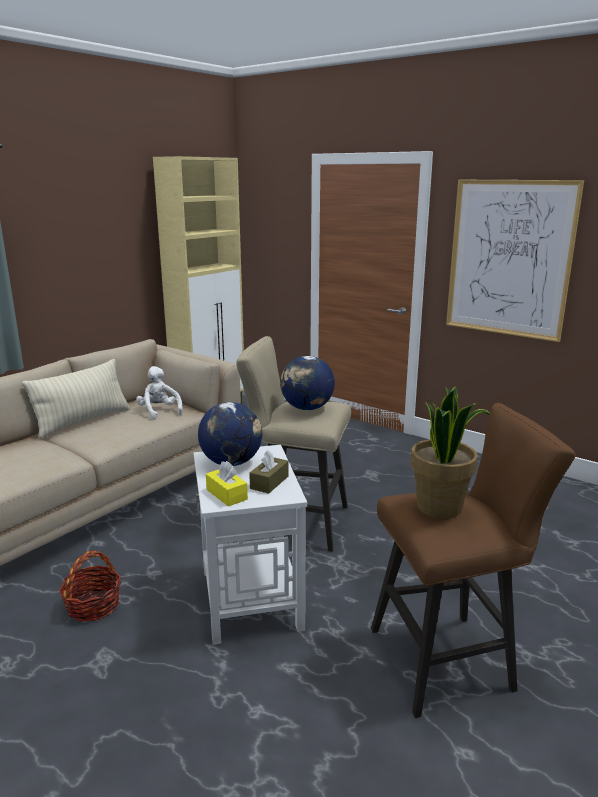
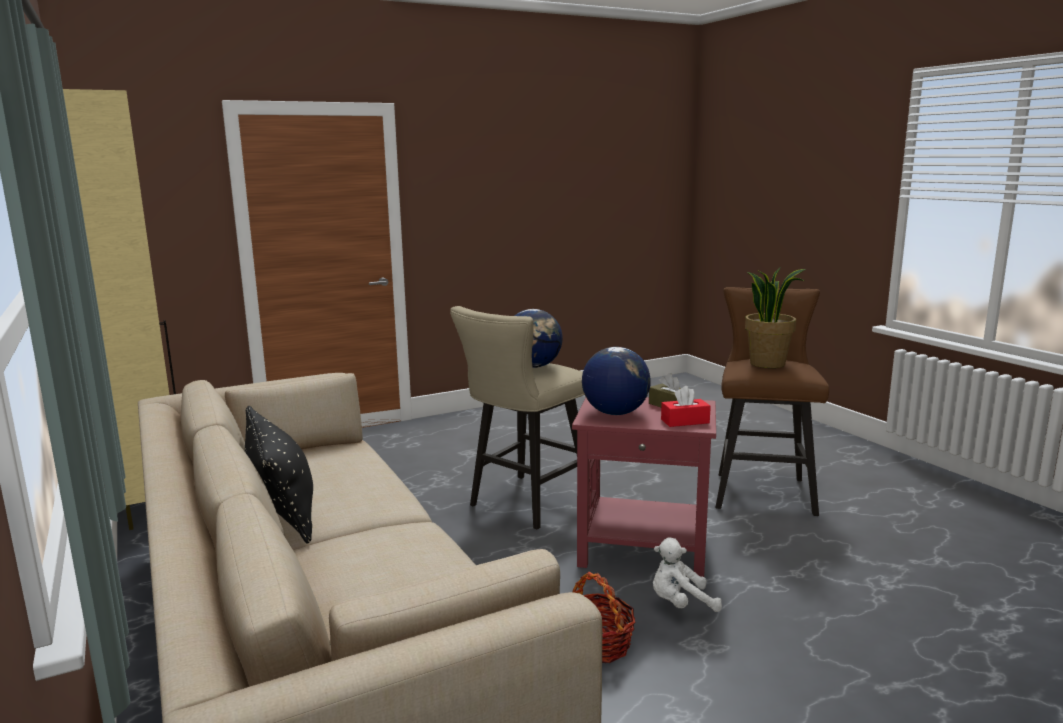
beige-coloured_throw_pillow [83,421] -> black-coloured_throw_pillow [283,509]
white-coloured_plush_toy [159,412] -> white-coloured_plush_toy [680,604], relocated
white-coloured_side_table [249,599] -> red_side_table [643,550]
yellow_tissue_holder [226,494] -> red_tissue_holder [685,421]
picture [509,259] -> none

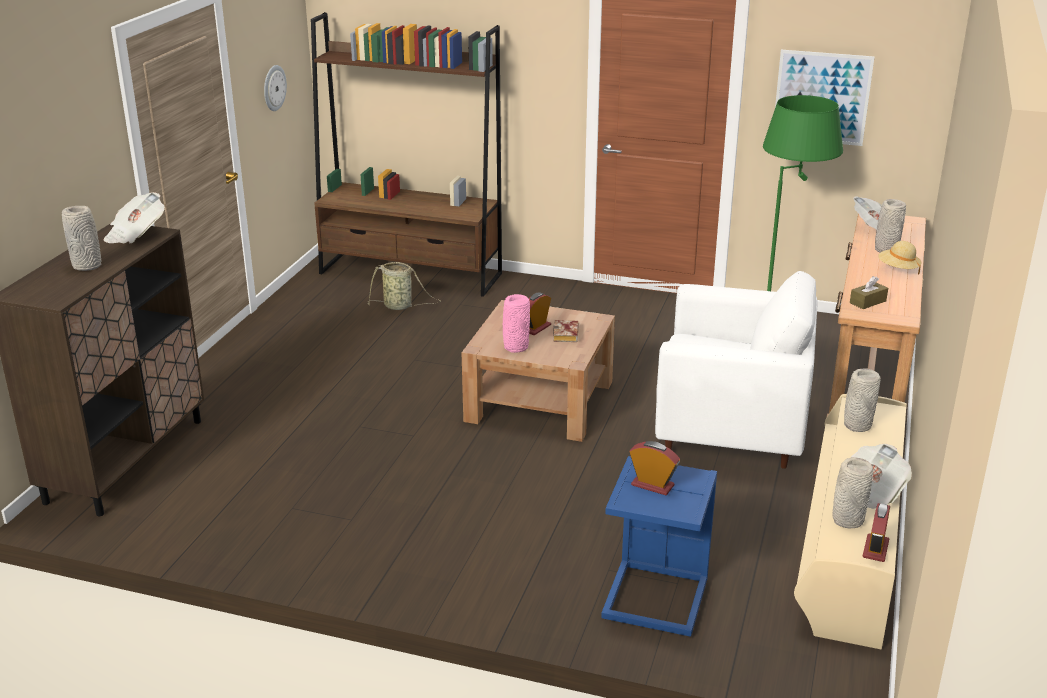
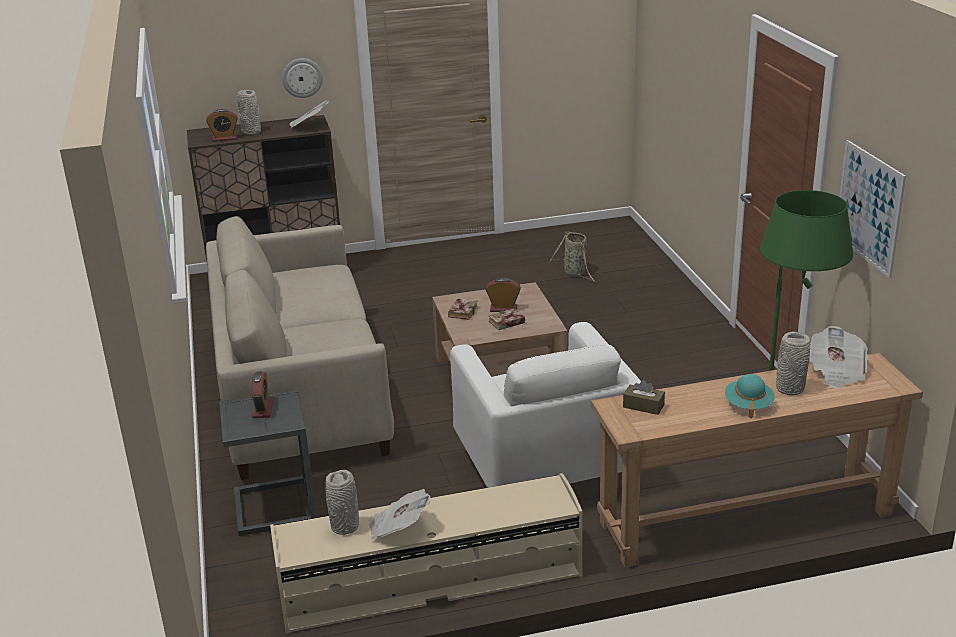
wall_clock [273,88] -> wall_clock [302,77], relocated
brown_shelving_unit [411,274] -> none
pinkish_decorative_vase [515,347] -> book [462,311]
bluish_side_table [653,600] -> gray_side_table [273,507]
gray_decorative_vase [856,425] -> none
alarm_clock [875,549] -> alarm_clock [224,138], relocated
beige-coloured_wearable_hat [898,269] -> turquoise_wearable_hat [748,405]
none -> beige-coloured_couch [300,392]

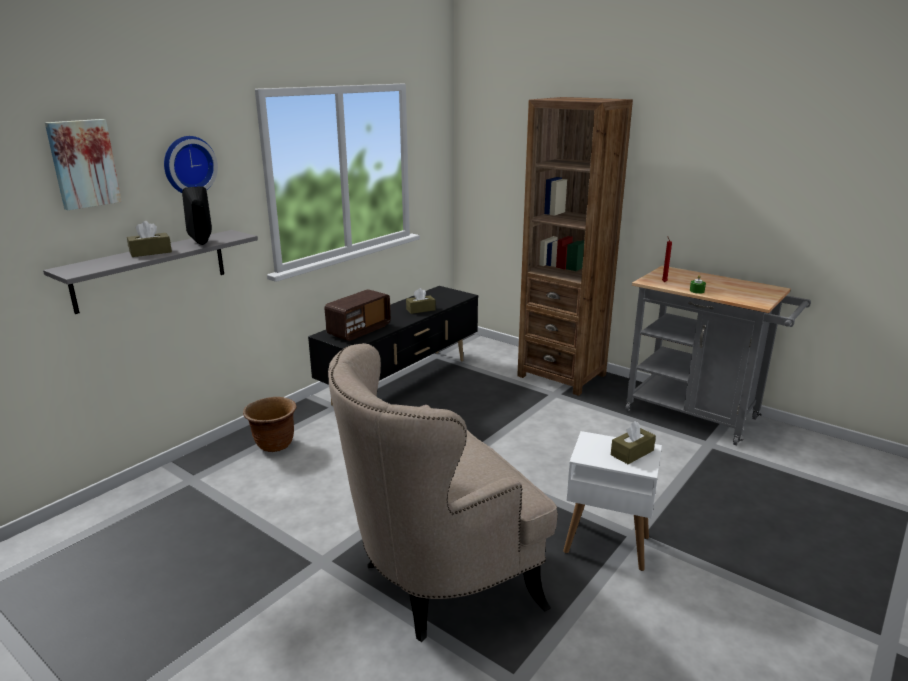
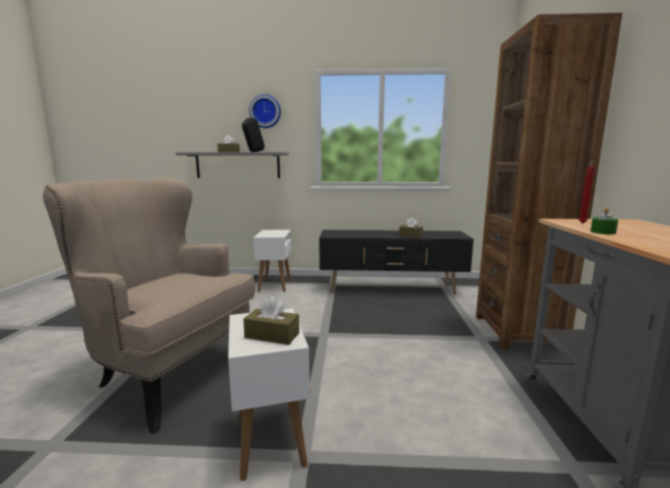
picture [83,163] -> none
brown_plant_pot [274,445] -> white-coloured_side_table [274,285]
radio_set [359,330] -> none

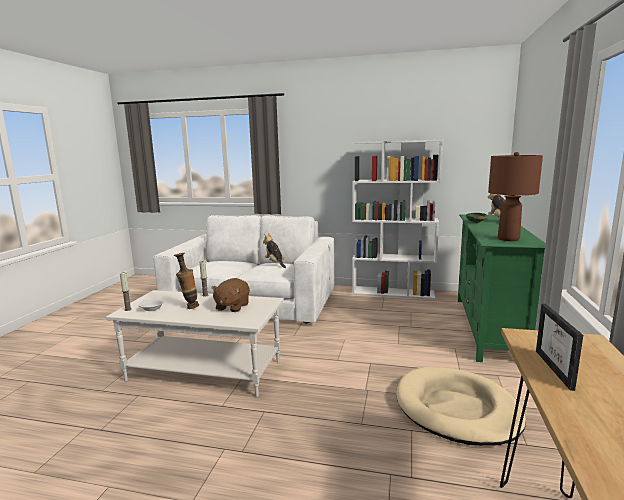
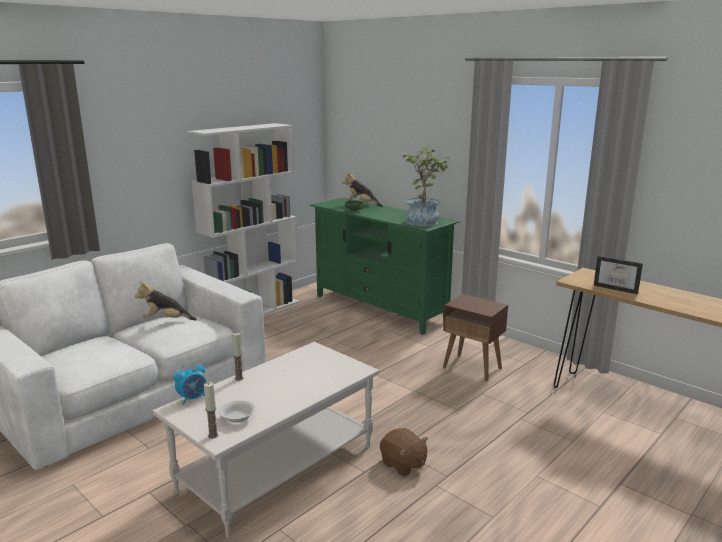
decorative_vase [189,307] -> none
brown_plush_toy [232,307] -> brown_plush_toy [403,464], relocated
beige-coloured_pet_bed [456,409] -> brown_side_table [472,367]
brown_tabletop_lamp [509,239] -> potted_plant [423,221]
none -> alarm_clock [193,398]

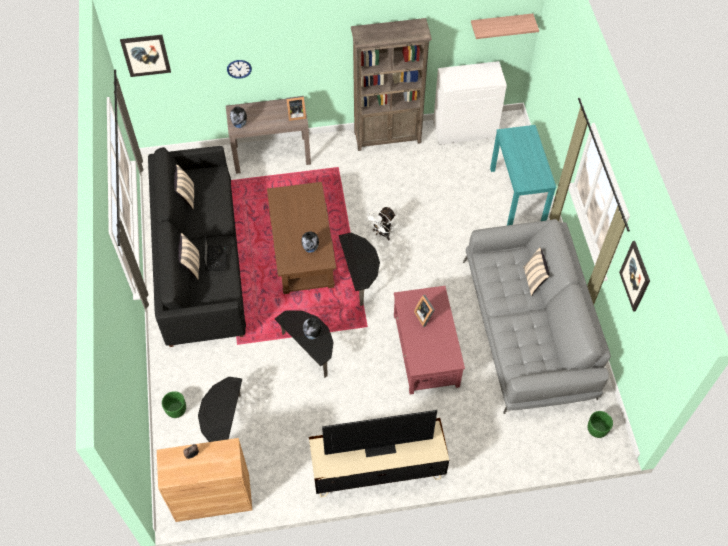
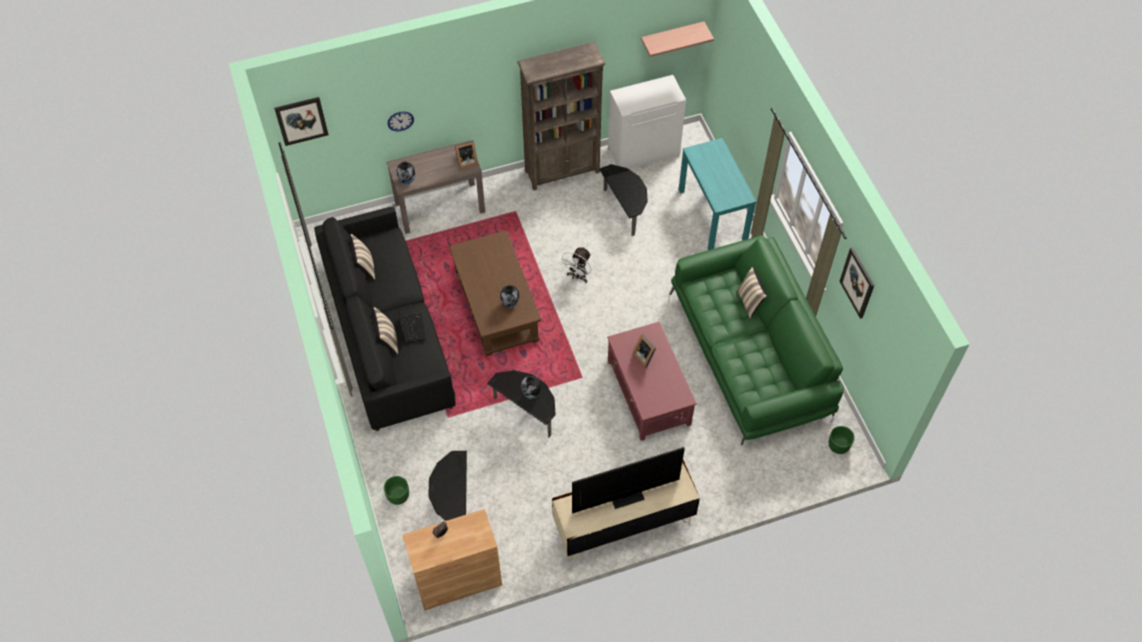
side_table [360,278] -> side_table [625,210], relocated
gray_couch [528,329] -> green-coloured_couch [750,354]

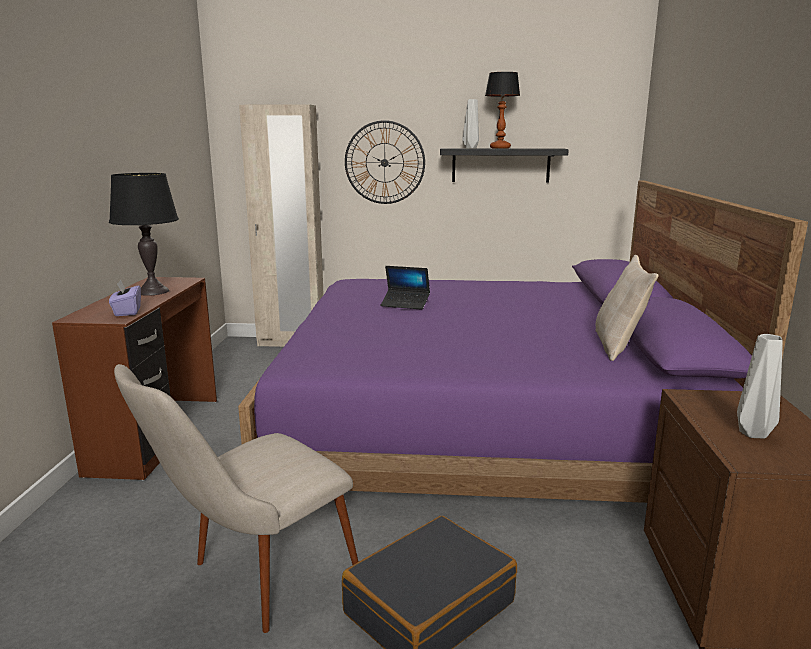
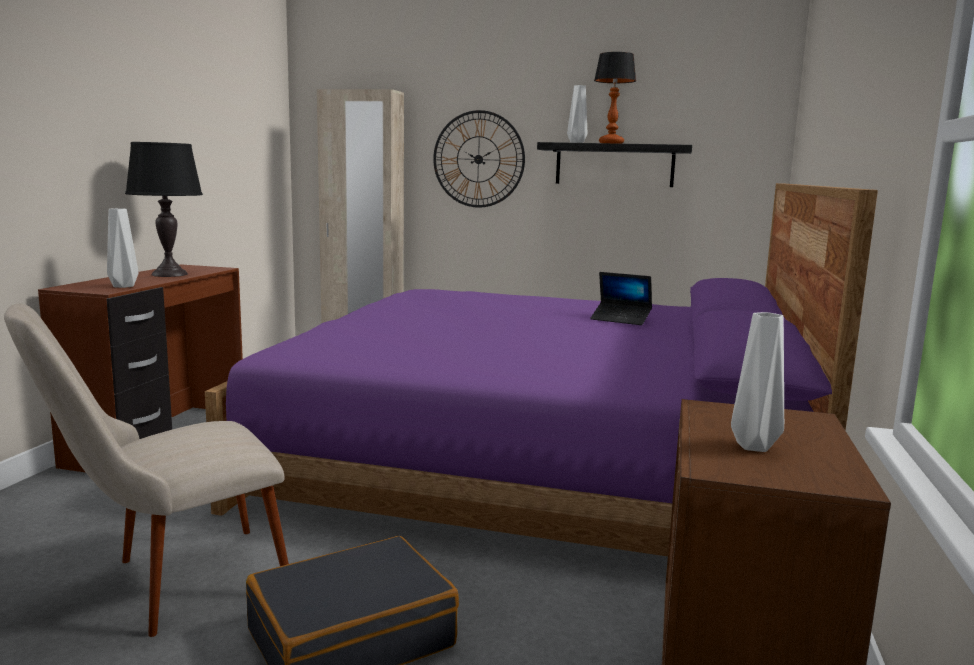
purple-coloured_tissue_holder [127,311] -> gray_decorative_vase [122,286]
portable_computer [405,304] -> portable_computer [621,319], relocated
beige-coloured_throw_pillow [618,346] -> none

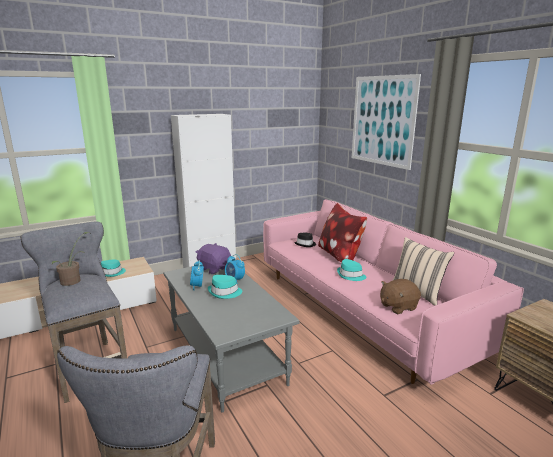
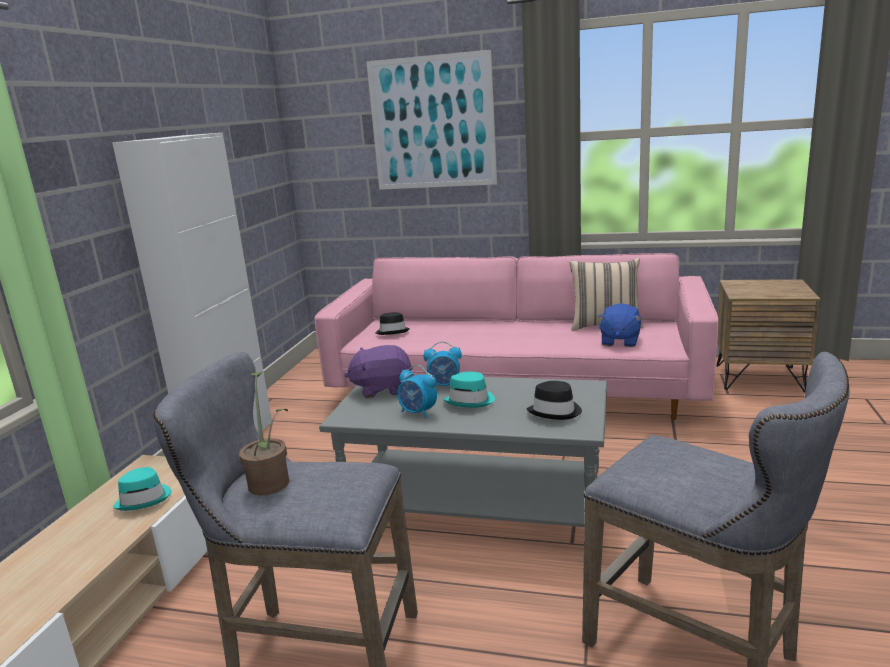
throw_pillow [340,255] -> none
turquoise_wearable_hat [351,275] -> none
brown_plush_toy [398,306] -> bluish_plush_toy [619,341]
none -> black-coloured_wearable_hat [555,411]

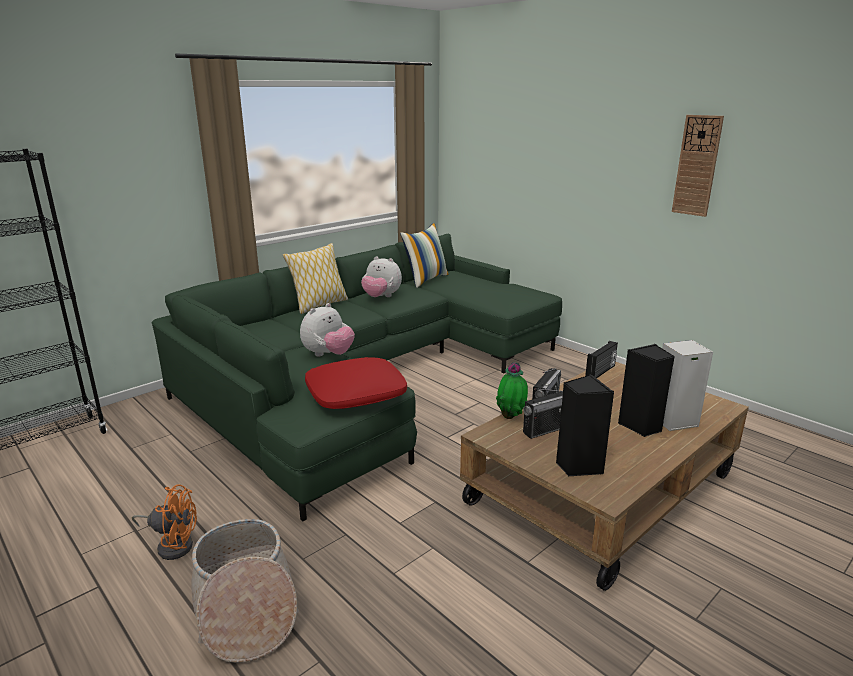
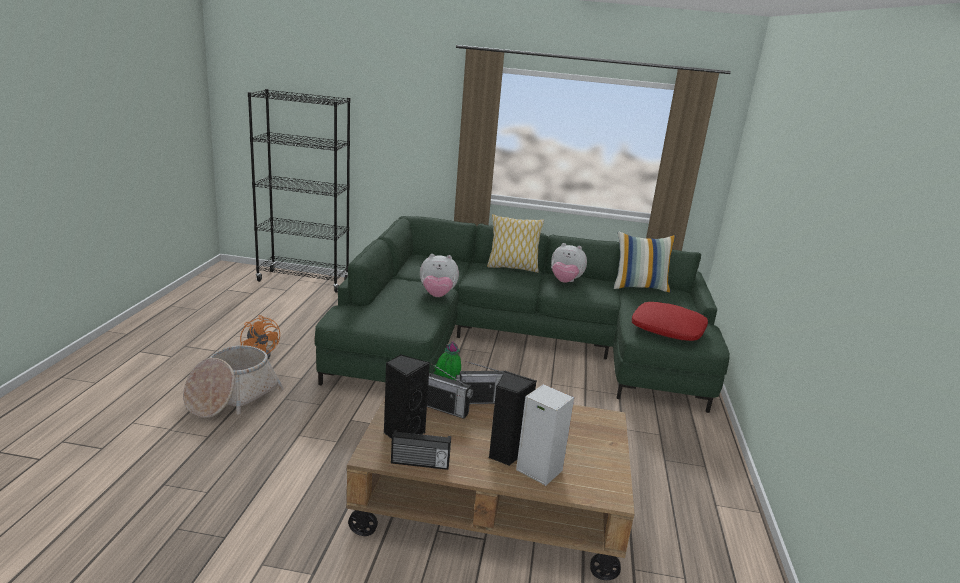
red_throw_pillow [356,393] -> red_throw_pillow [668,329], relocated
plush_toy [381,297] -> plush_toy [565,282], 60 degrees counterclockwise
radio_set [601,372] -> radio_set [420,463], relocated
wall_clock [697,166] -> none

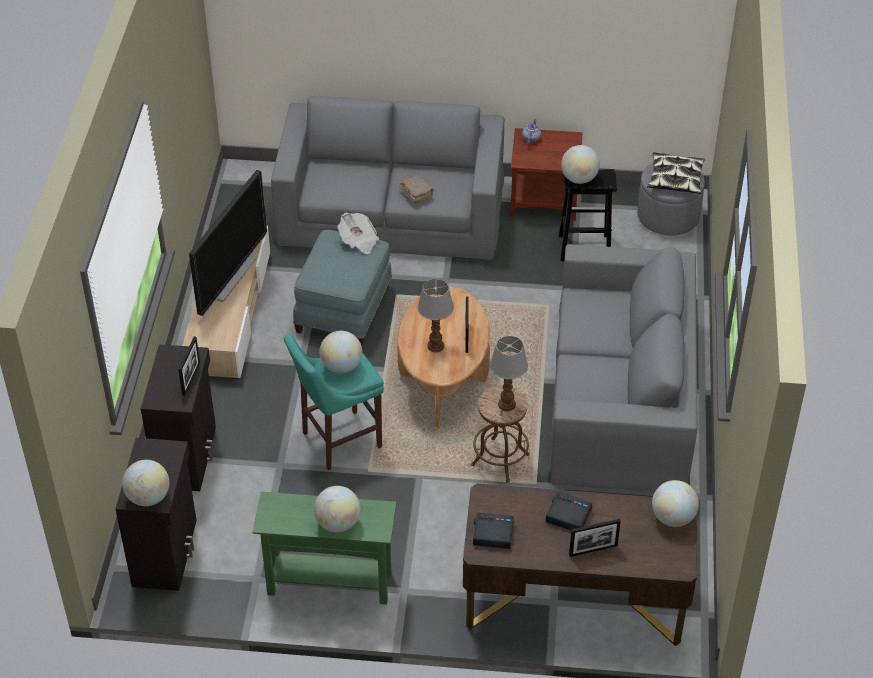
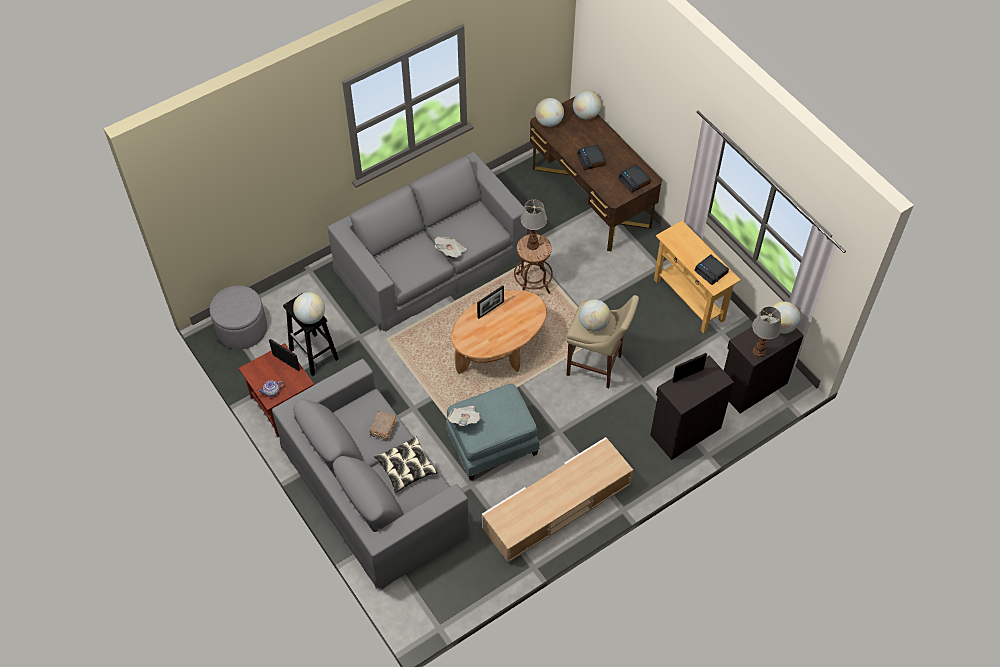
TV_set [230,277] -> none
green-coloured_console_table [329,583] -> beige-coloured_console_table [688,300]
turquoise_stool_seat [337,441] -> beige-coloured_stool_seat [597,366]
desk_globe [338,523] -> desk_globe [586,114], relocated
tabletop_lamp [435,346] -> tabletop_lamp [759,351], relocated
photo_frame [593,550] -> photo_frame [286,362], relocated
throw_pillow [675,179] -> throw_pillow [406,468], relocated
none -> newspaper [450,252]
none -> alarm_clock [711,272]

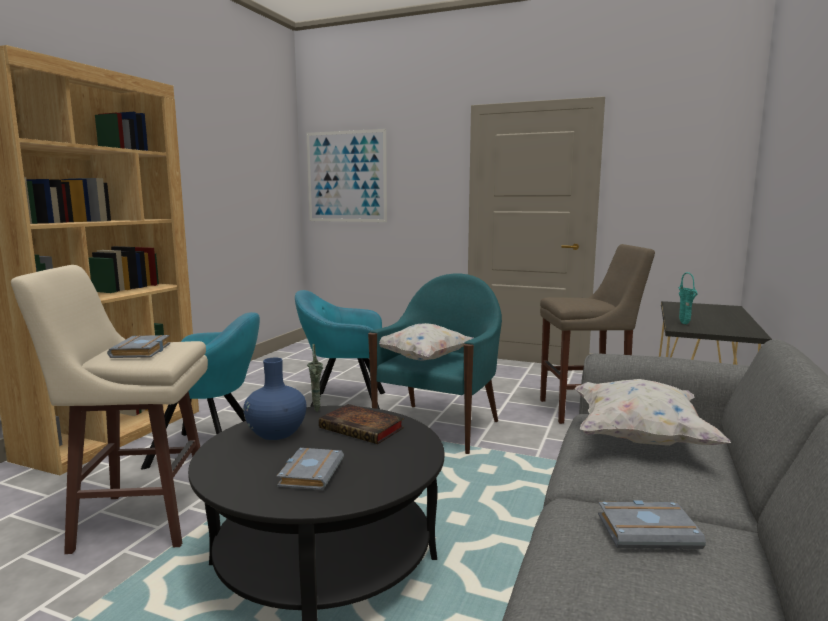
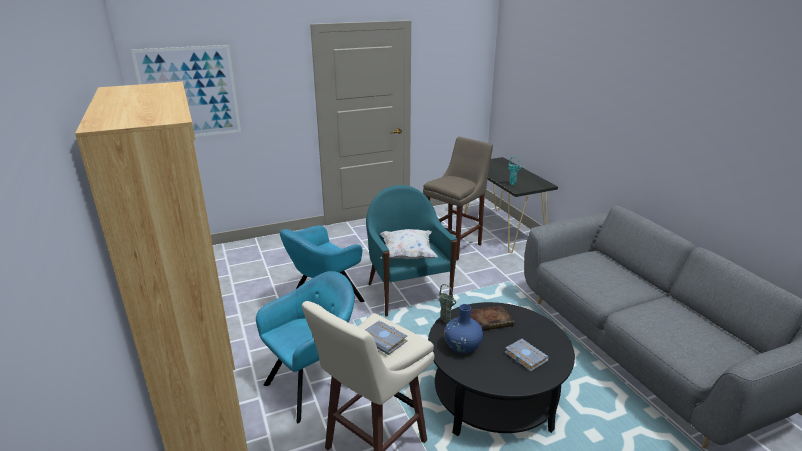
white-coloured_throw_pillow [639,438] -> none
gray_book [648,531] -> none

